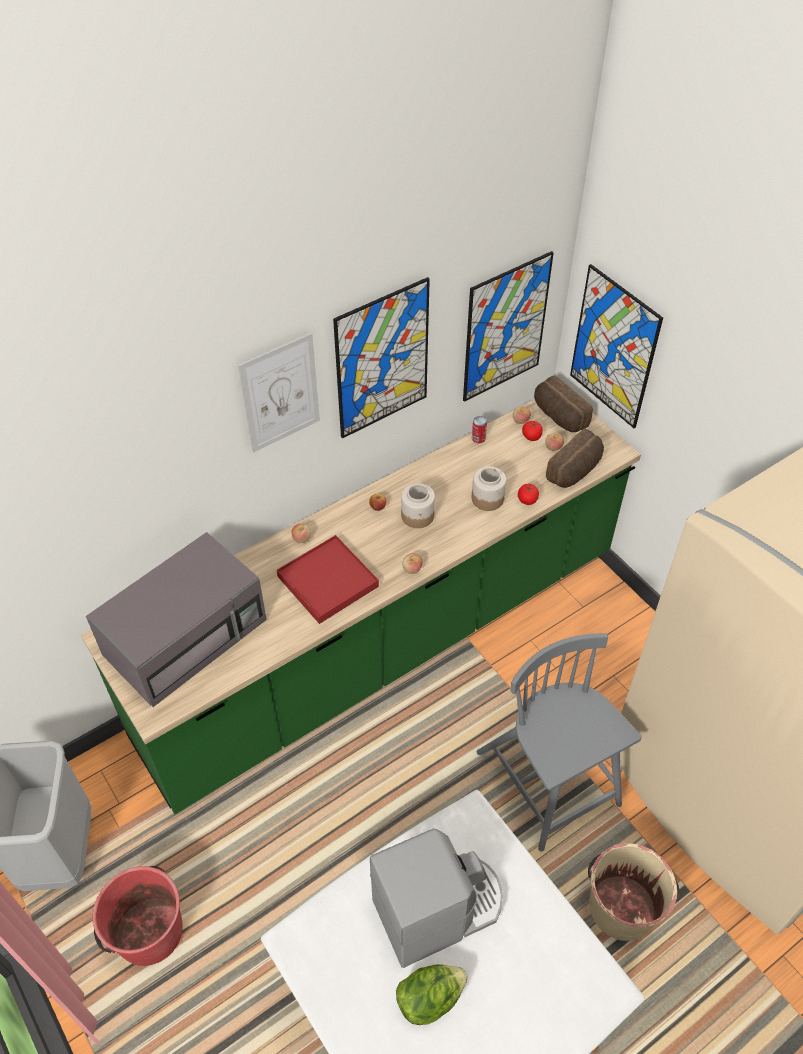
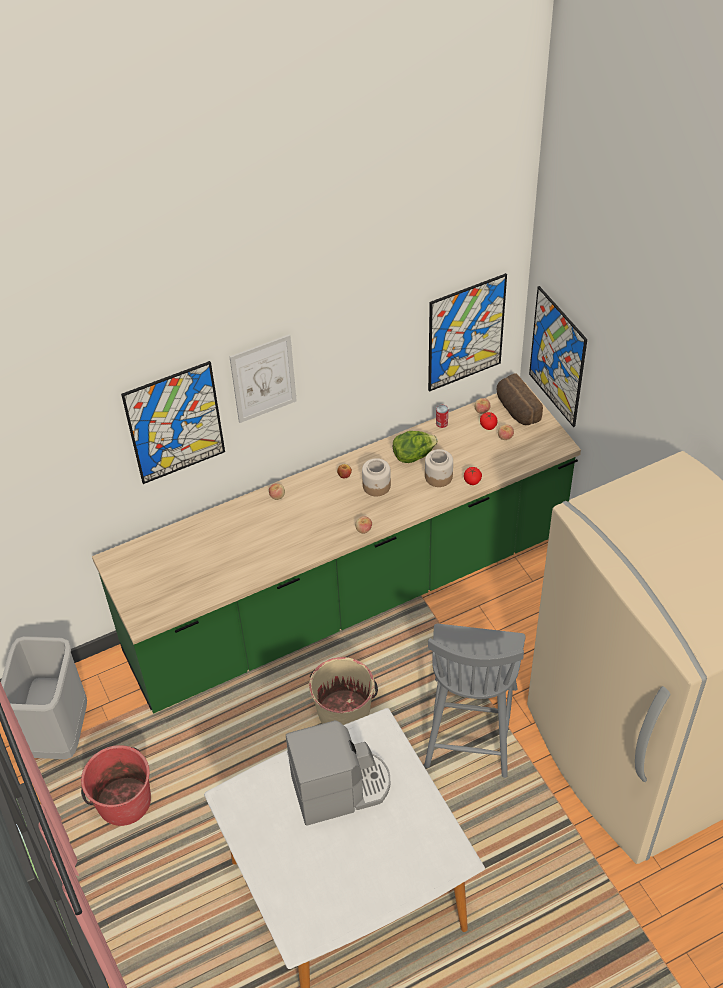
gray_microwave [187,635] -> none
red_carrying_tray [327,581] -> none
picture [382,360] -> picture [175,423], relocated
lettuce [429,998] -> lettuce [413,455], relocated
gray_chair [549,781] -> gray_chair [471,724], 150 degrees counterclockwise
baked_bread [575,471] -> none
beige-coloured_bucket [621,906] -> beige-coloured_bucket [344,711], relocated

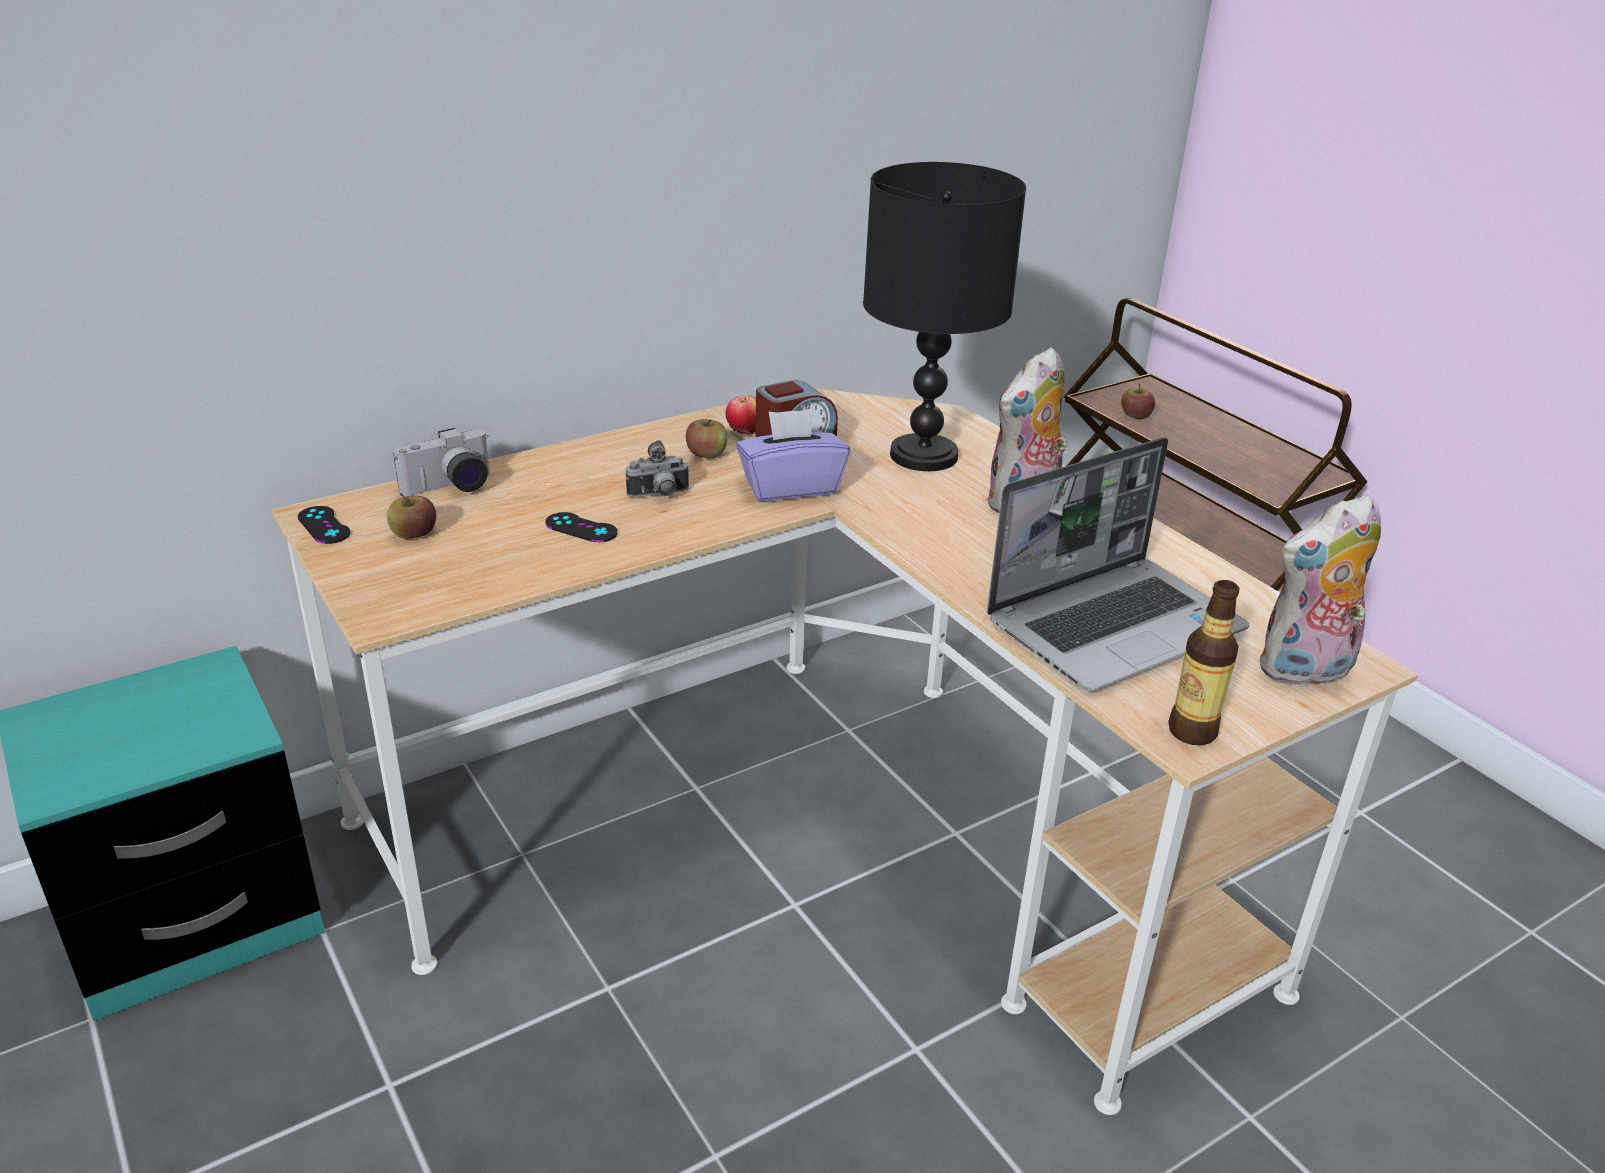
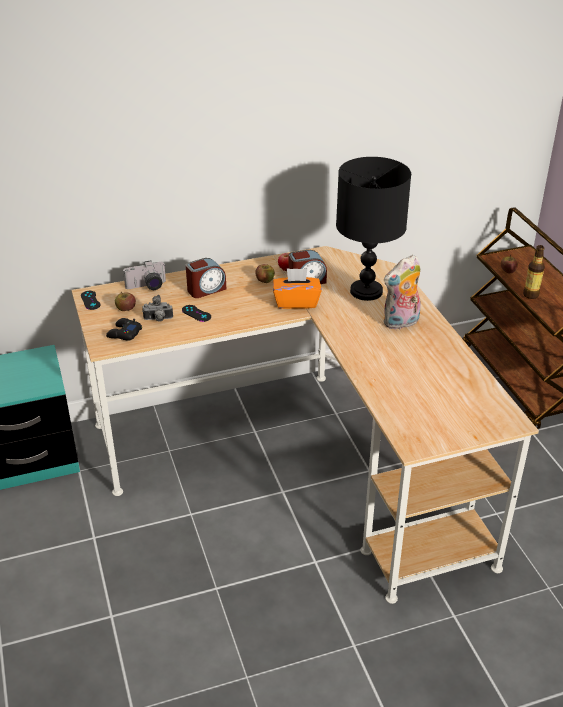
still_camera [659,495] -> still_camera [158,320], relocated
purple-coloured_tissue_holder [790,487] -> orange-coloured_tissue_holder [296,302]
portable_computer [1115,624] -> none
beverage_bottle [1192,731] -> beverage_bottle [530,295], relocated
plush_toy [1305,672] -> none
none -> black-coloured_joypad [124,333]
none -> alarm_clock [206,289]

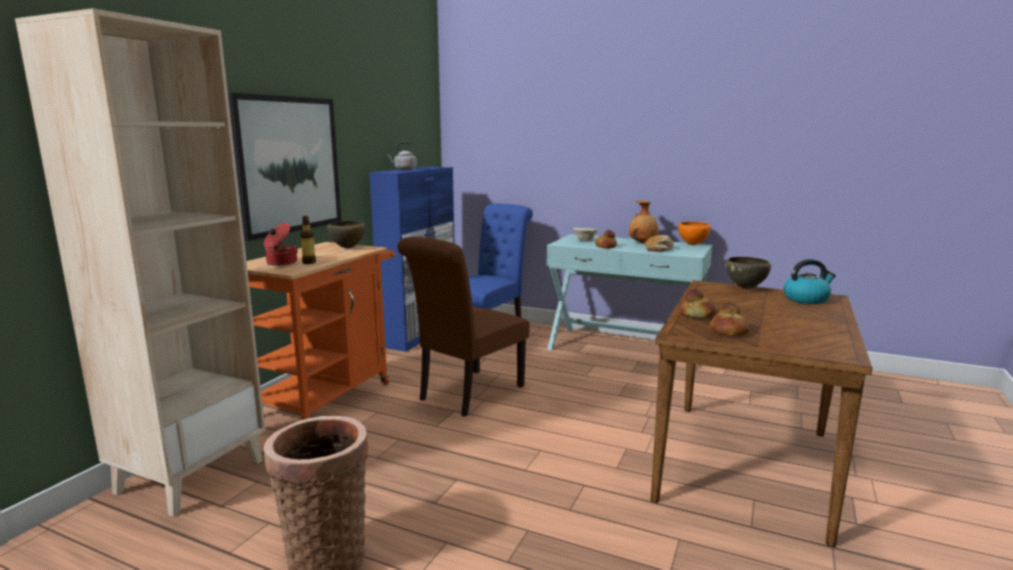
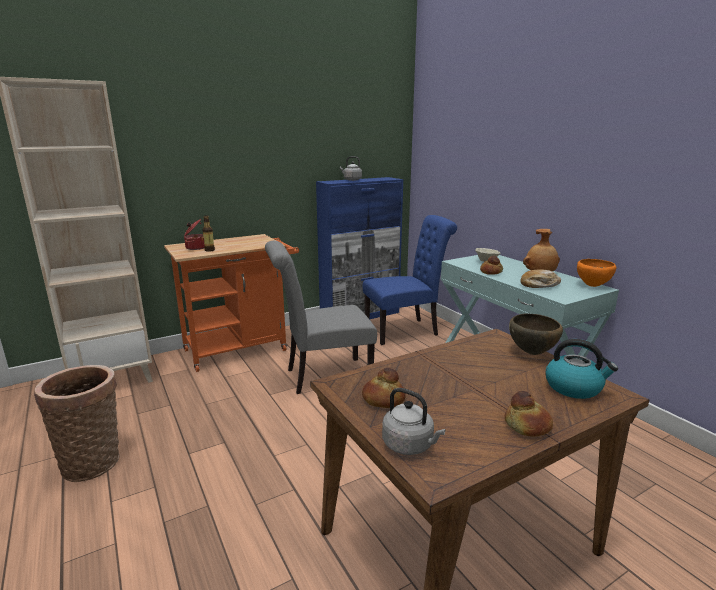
picture [288,165] -> none
brown_deep_dish [348,248] -> none
brown_chair [467,394] -> gray_chair [323,376]
baked_bread [697,315] -> baked_bread [526,426], relocated
none -> gray_kettle [410,445]

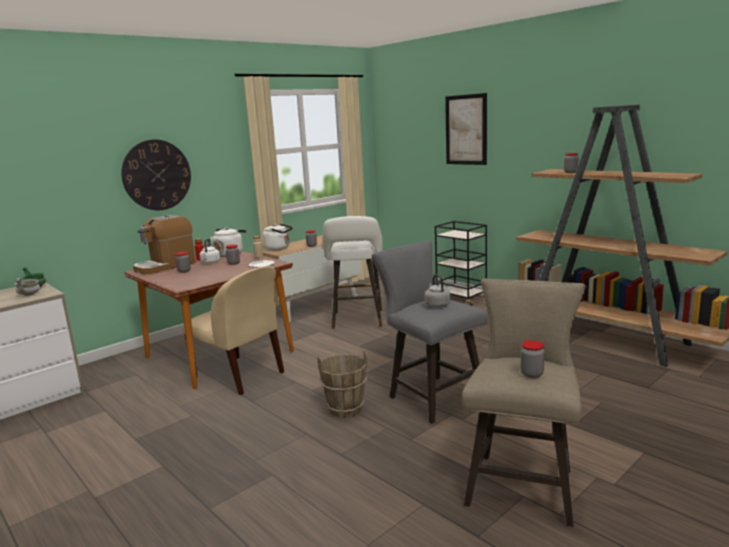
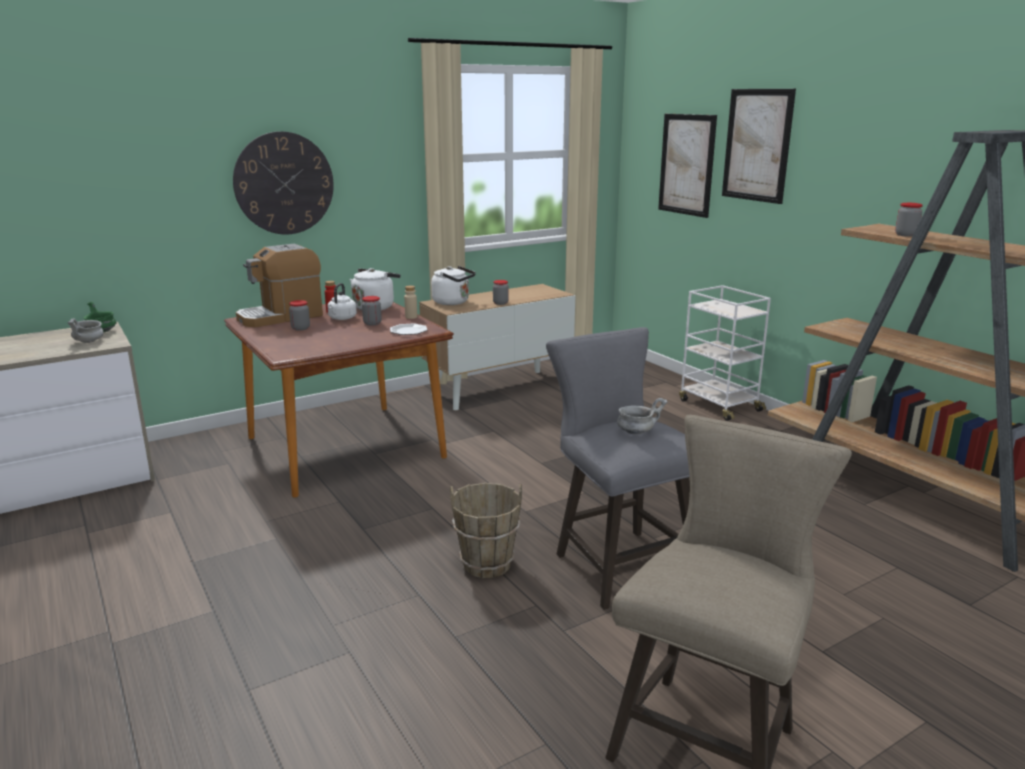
beige-coloured_chair [240,376] -> none
white-coloured_stool_seat [357,320] -> none
gray_kettle [436,305] -> gray_deep_dish [636,432]
black-coloured_wheeled_cart [461,299] -> white-coloured_wheeled_cart [718,405]
storage_jar [531,374] -> none
none -> picture [686,164]

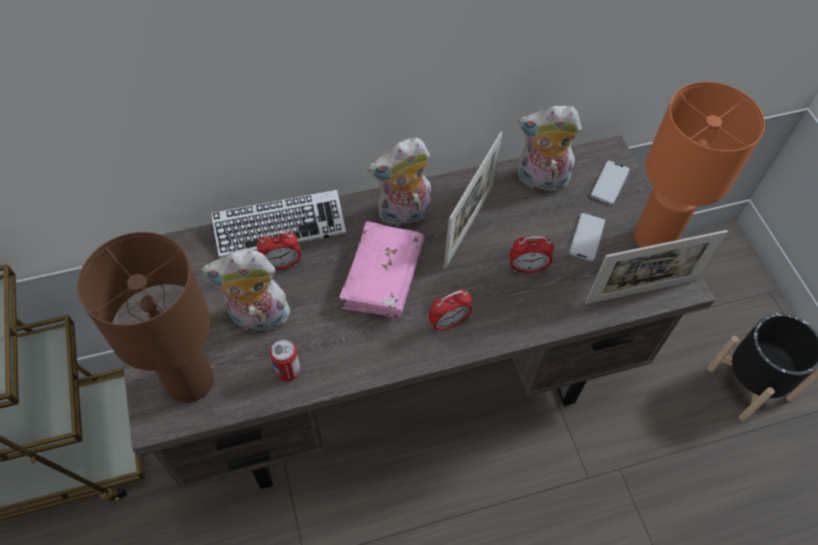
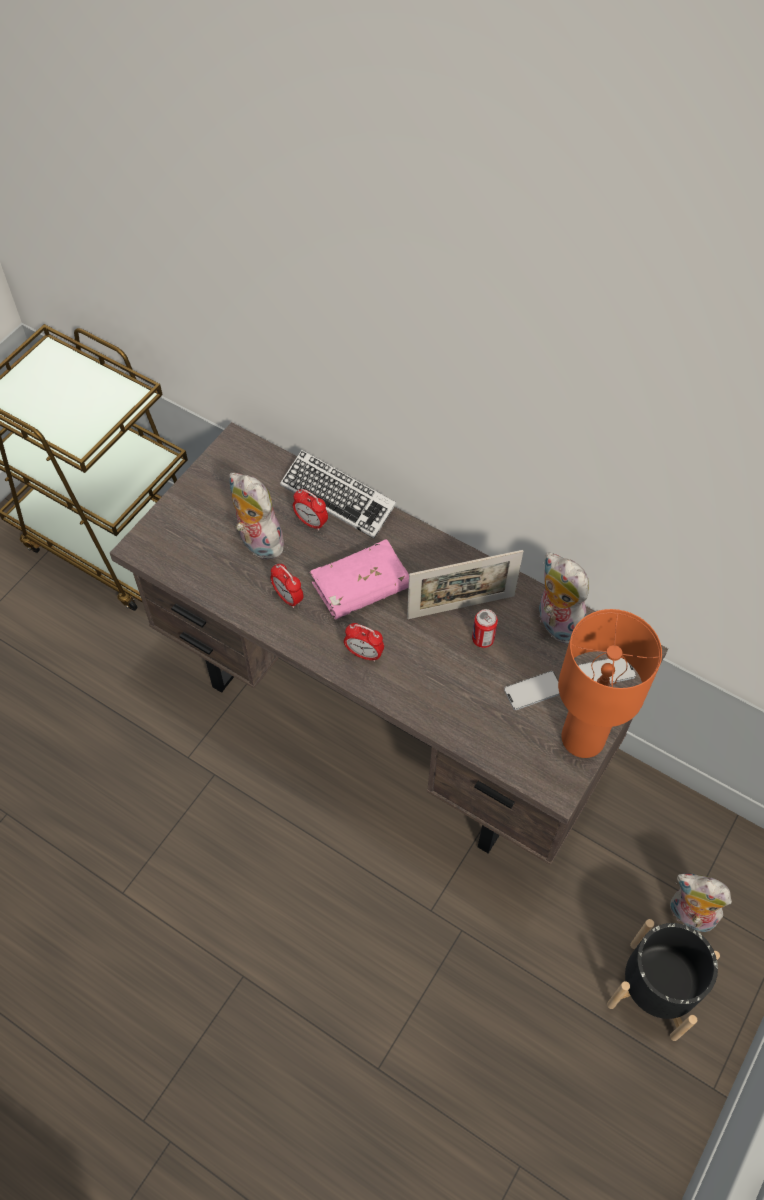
brown_tabletop_lamp [190,382] -> none
metal_can [288,370] -> metal_can [483,639], relocated
plush_toy [403,214] -> plush_toy [689,915], relocated
alarm_clock [527,268] -> alarm_clock [288,598], relocated
photo_frame [641,291] -> none

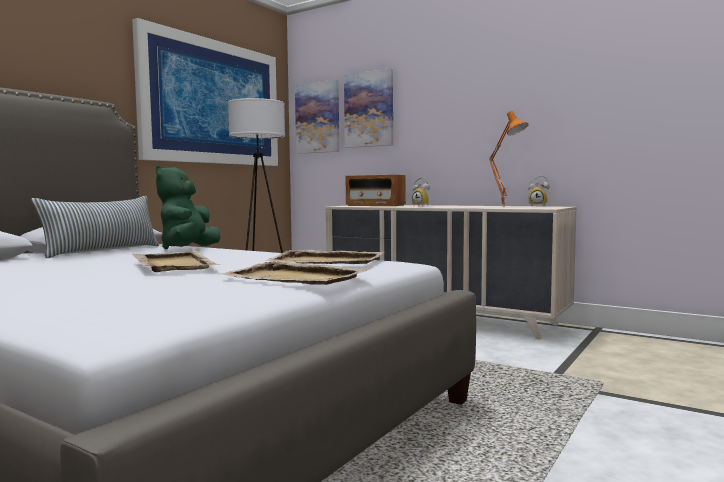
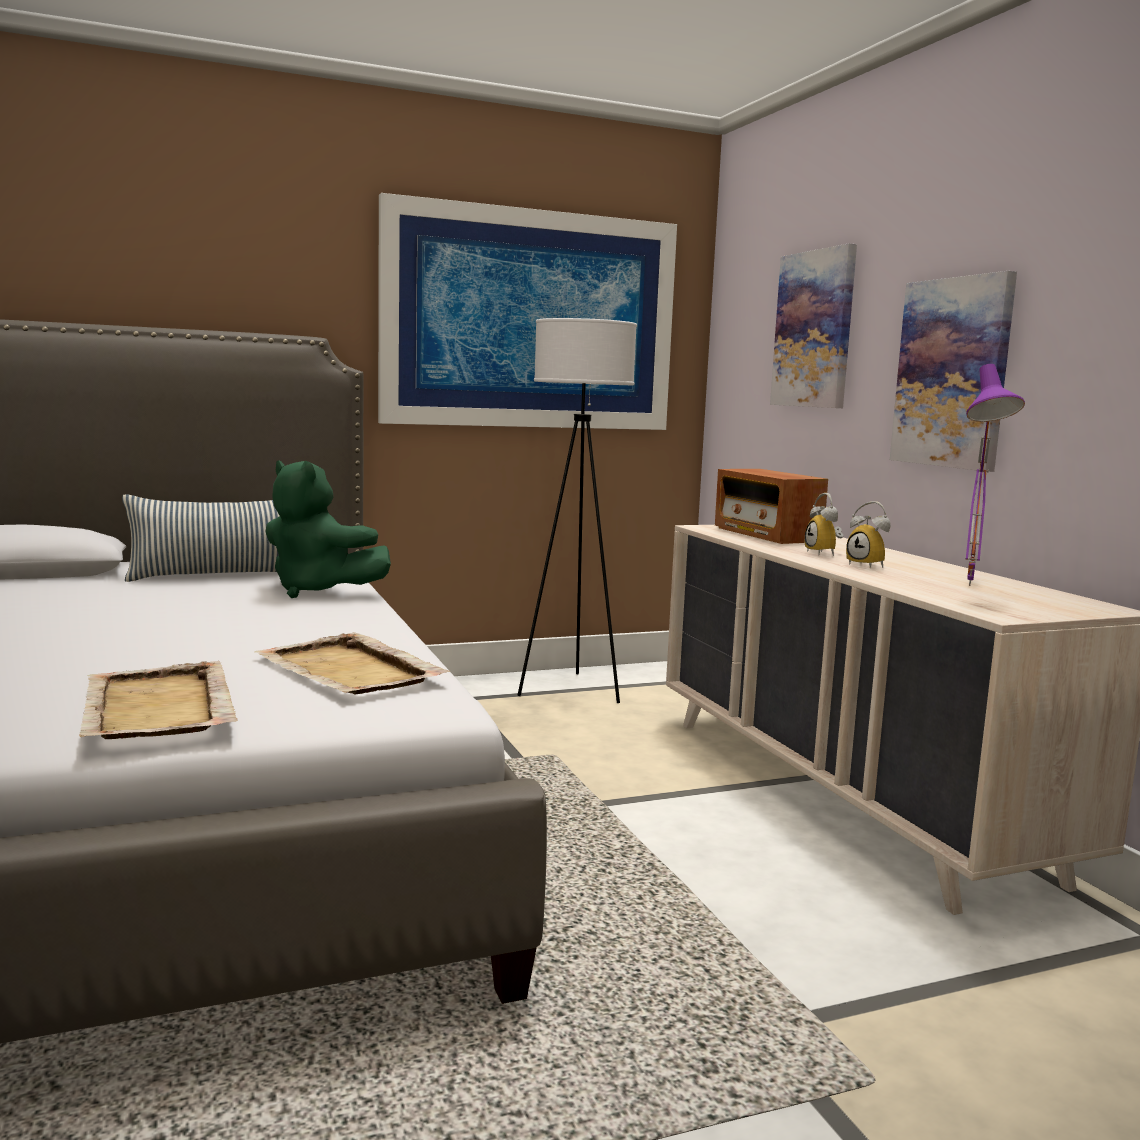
beige-coloured_carrying_tray [174,264] -> none
green-coloured_plush_toy [188,249] -> green-coloured_plush_toy [318,591], 105 degrees counterclockwise
picture [318,118] -> picture [952,373], relocated
orange-coloured_tabletop_lamp [505,206] -> purple-coloured_tabletop_lamp [974,585]
alarm_clock [538,206] -> alarm_clock [869,565], relocated

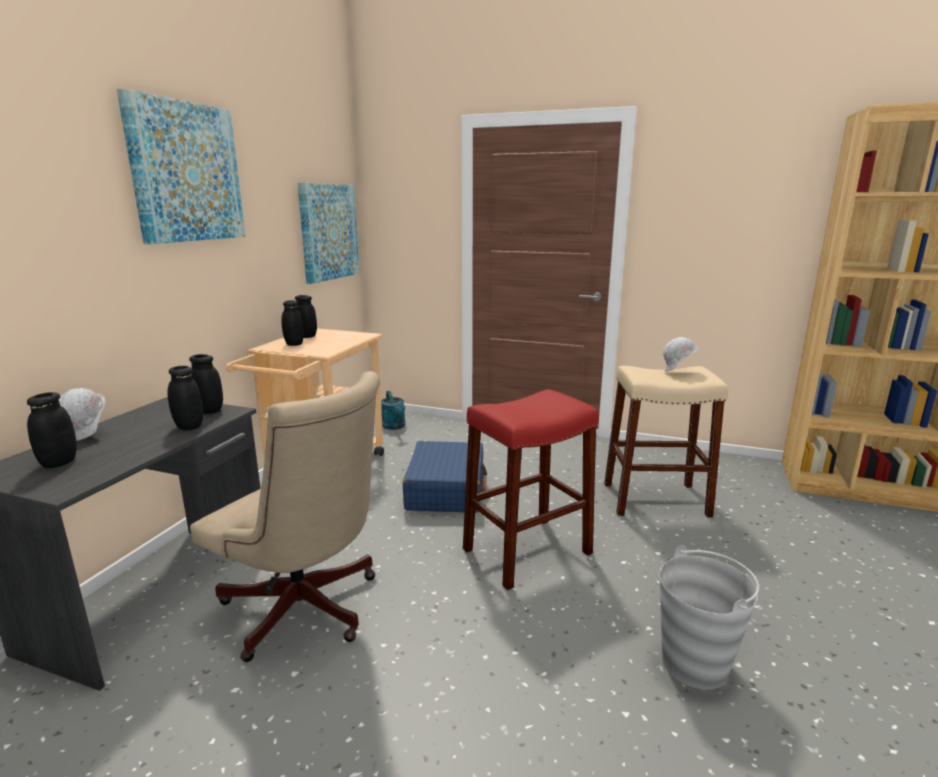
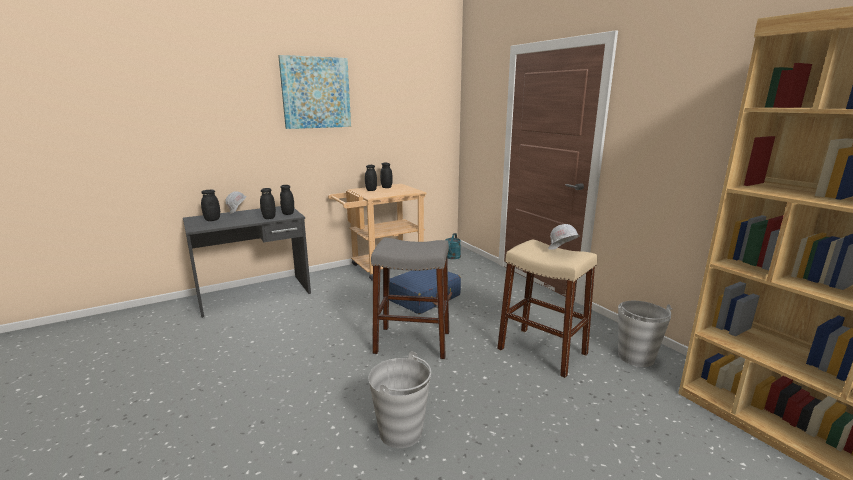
beige-coloured_computer_chair [306,612] -> none
picture [328,232] -> none
red_stool_seat [527,551] -> gray_stool_seat [412,342]
none -> gray_bucket [635,357]

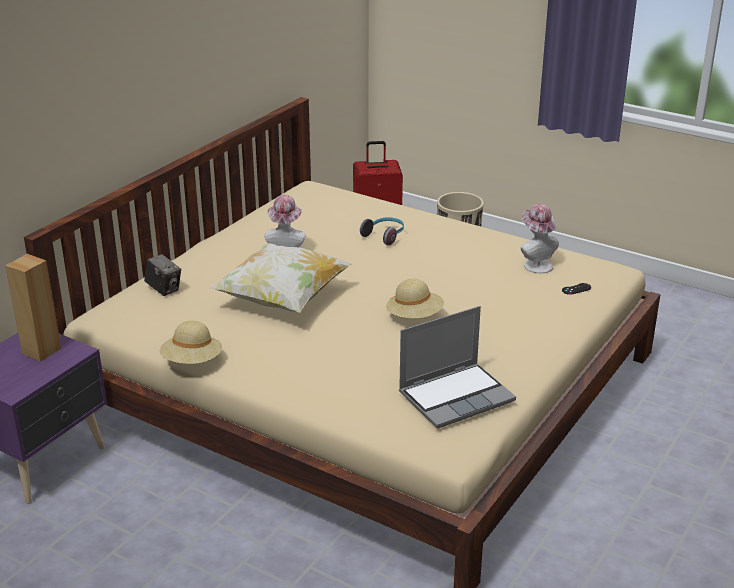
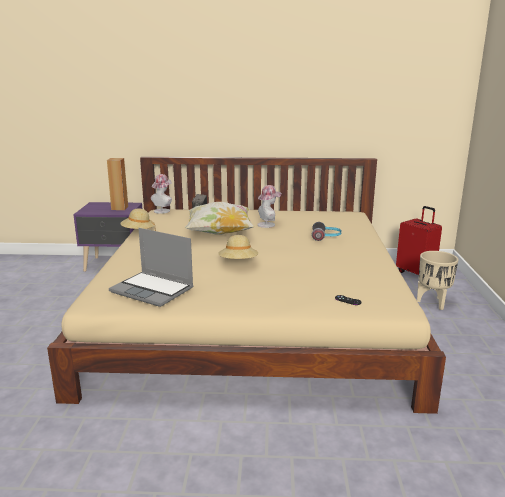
wearable_hat [535,264] -> wearable_hat [163,210], relocated

